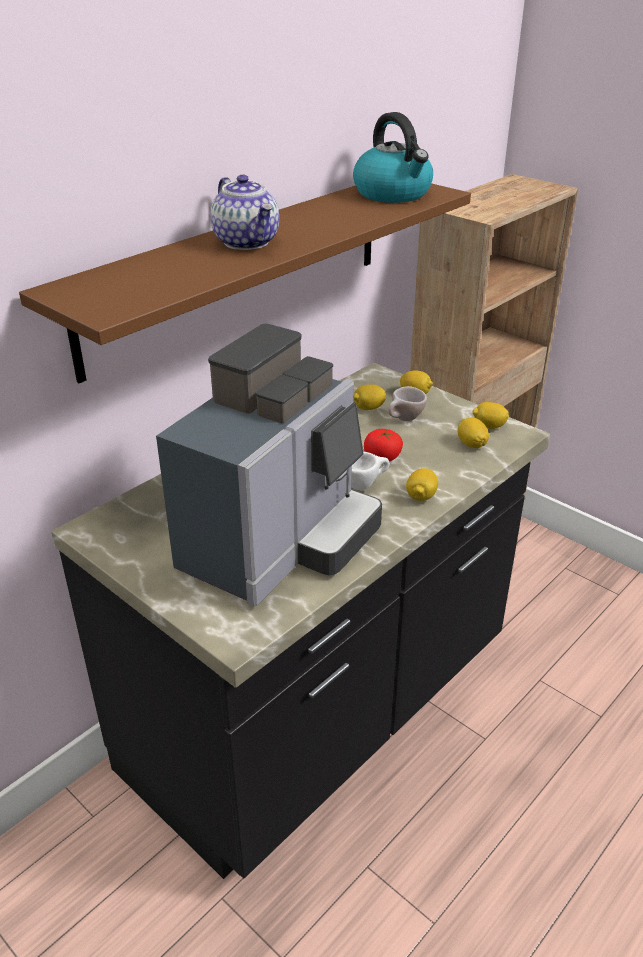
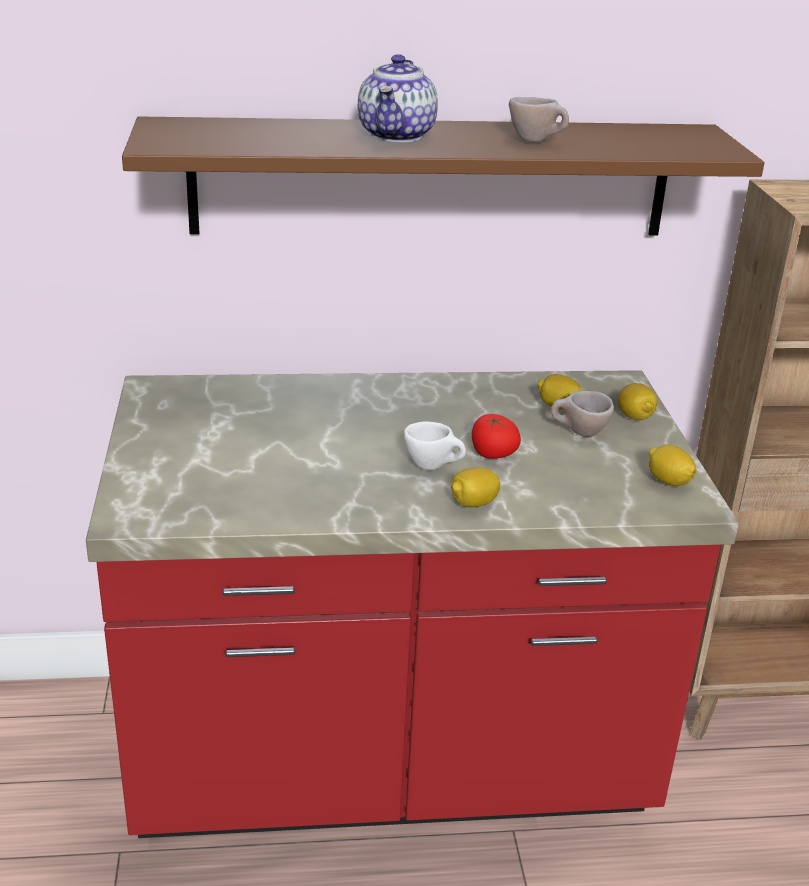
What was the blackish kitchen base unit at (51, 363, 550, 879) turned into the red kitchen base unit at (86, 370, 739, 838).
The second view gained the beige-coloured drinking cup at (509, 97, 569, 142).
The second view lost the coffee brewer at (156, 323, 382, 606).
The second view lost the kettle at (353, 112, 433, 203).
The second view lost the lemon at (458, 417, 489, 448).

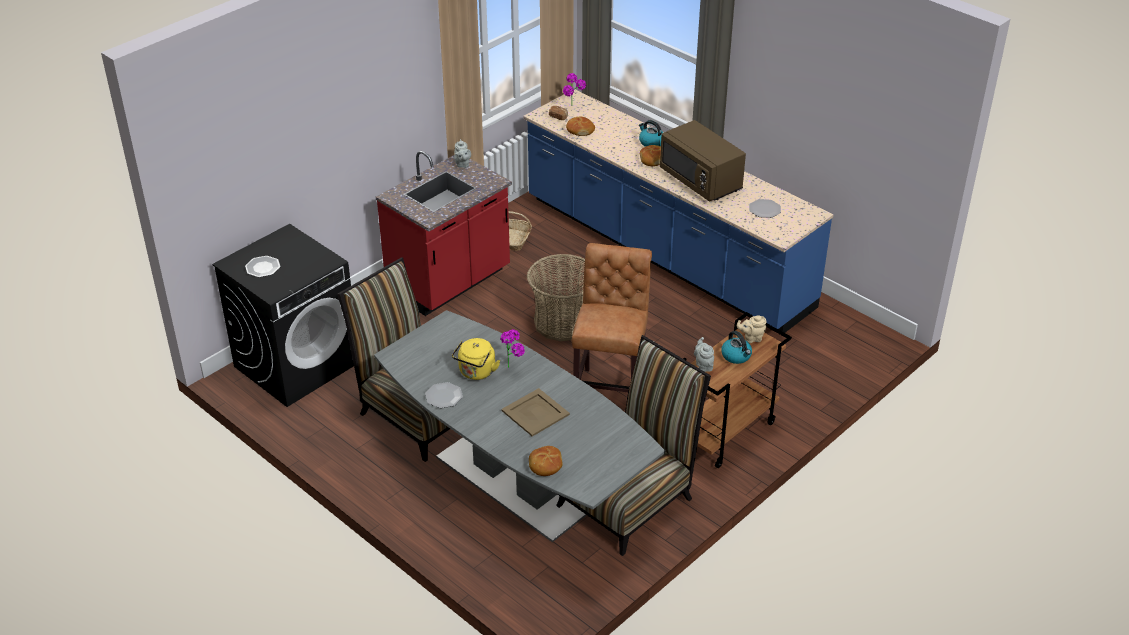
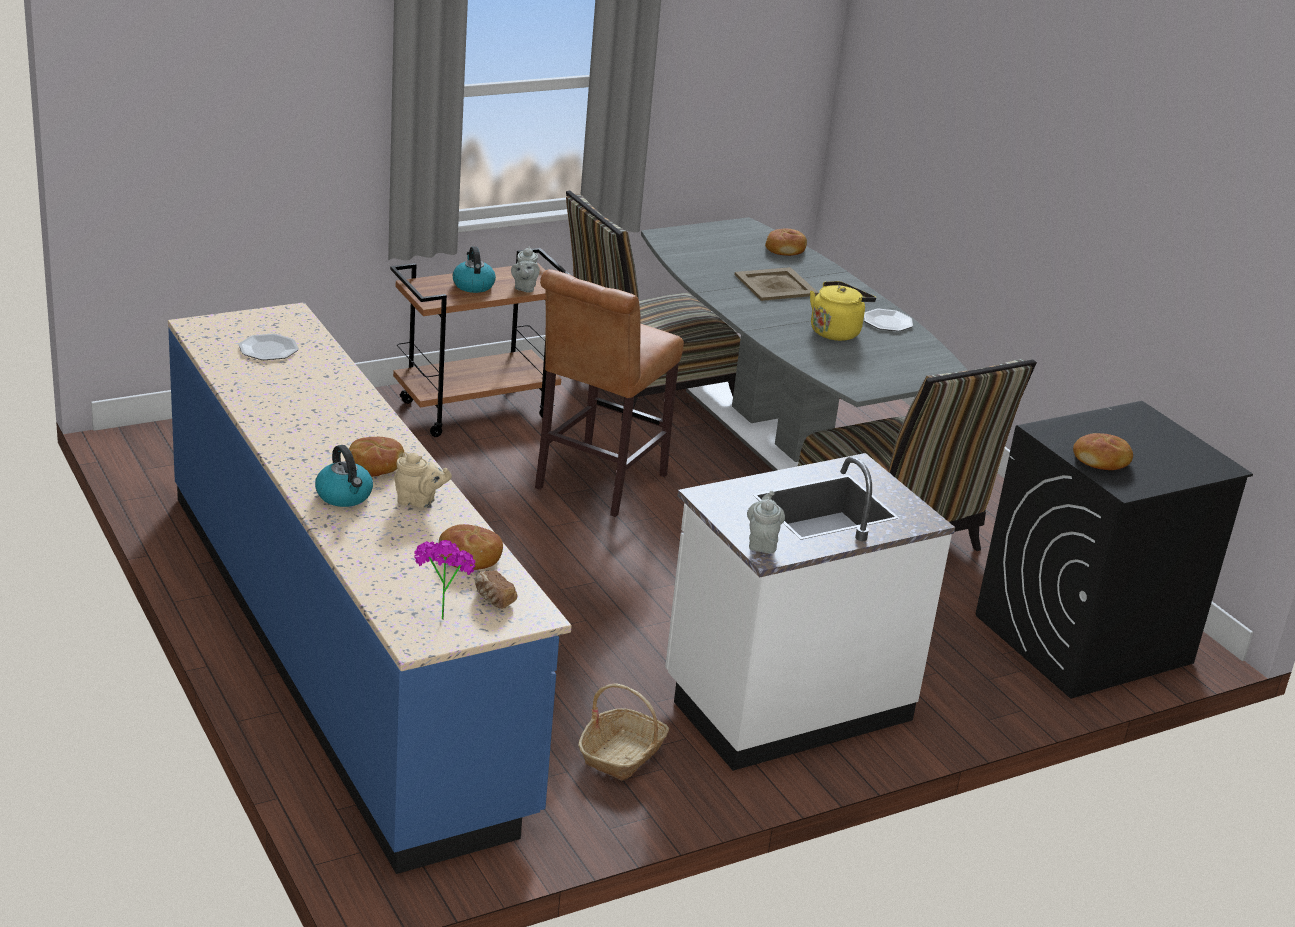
The beige-coloured tea pot ended up elsewhere, having gone from (737, 315, 766, 343) to (394, 452, 452, 508).
What was the red kitchen base unit at (376, 151, 512, 316) turned into the white-coloured kitchen base unit at (665, 453, 955, 771).
The second view gained the bread at (1073, 433, 1133, 470).
The second view lost the dinner plate at (245, 256, 281, 277).
The second view lost the plant in a pot at (501, 329, 525, 368).
The second view lost the basket at (527, 254, 585, 341).
The second view lost the brown kitchen microwave at (660, 120, 746, 202).

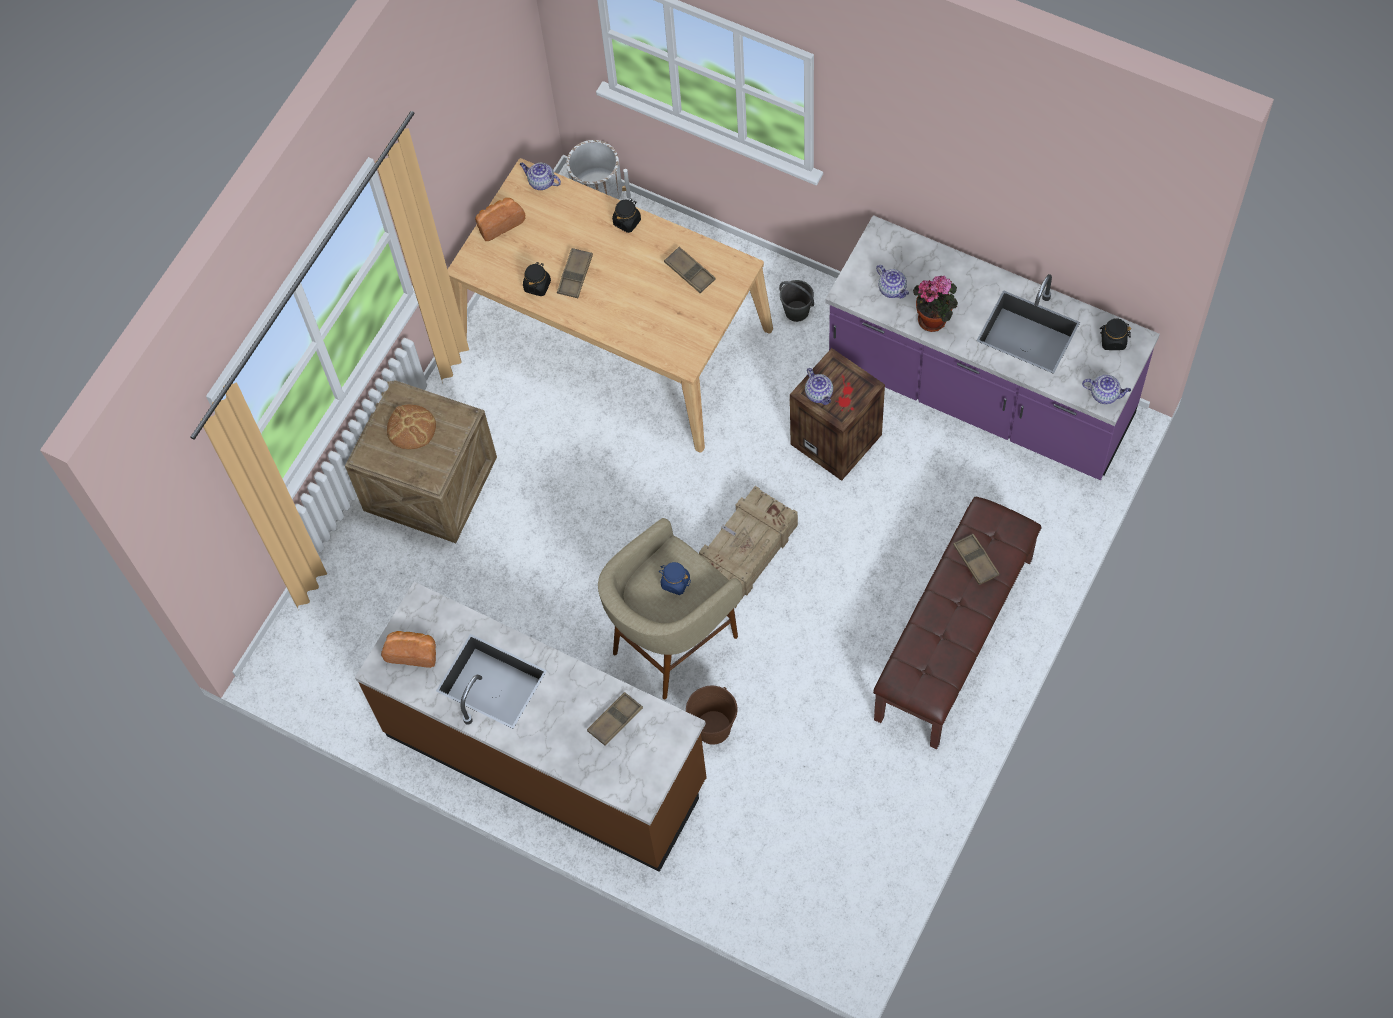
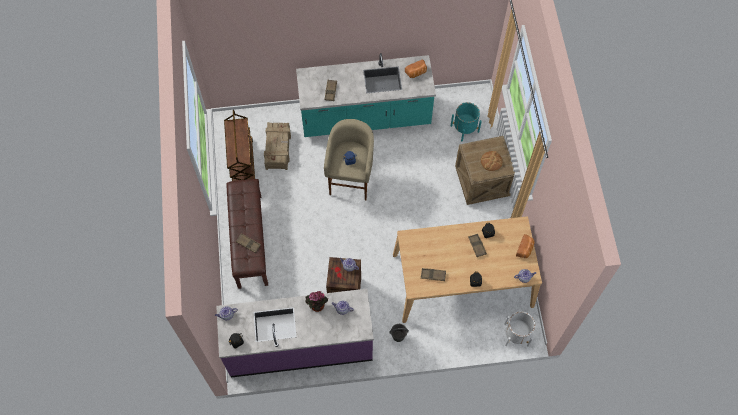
The second view gained the brown wheeled cart at (224, 110, 255, 181).
The shipping crate ended up elsewhere, having gone from (699, 486, 798, 608) to (264, 122, 291, 170).
What was the brown kitchen base unit at (355, 582, 707, 872) turned into the turquoise-coloured kitchen base unit at (296, 53, 436, 137).
The second view gained the turquoise-coloured planter at (451, 102, 482, 141).
The second view lost the brown pail at (686, 686, 738, 745).

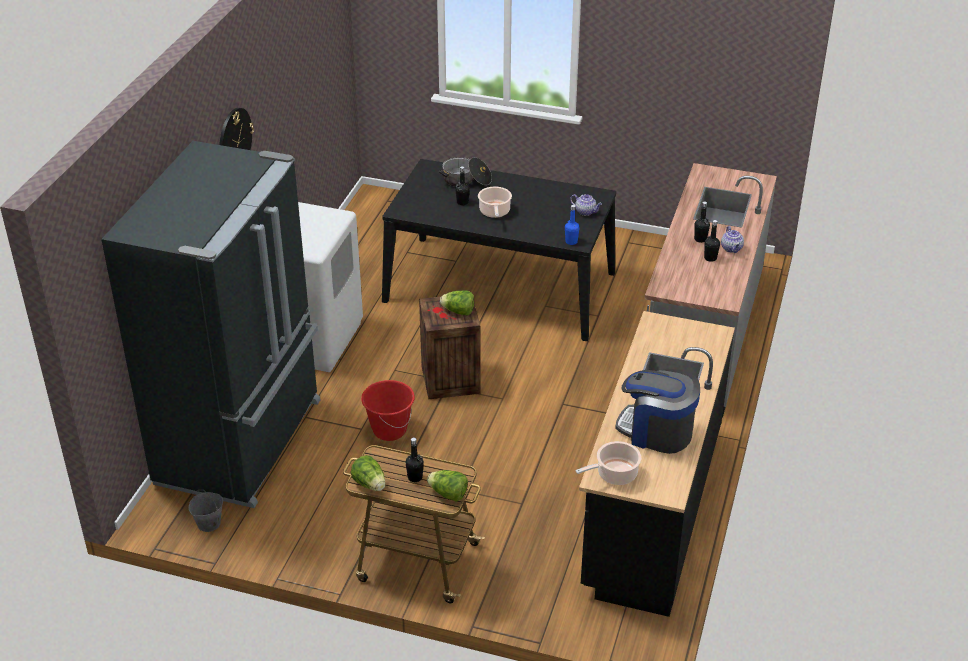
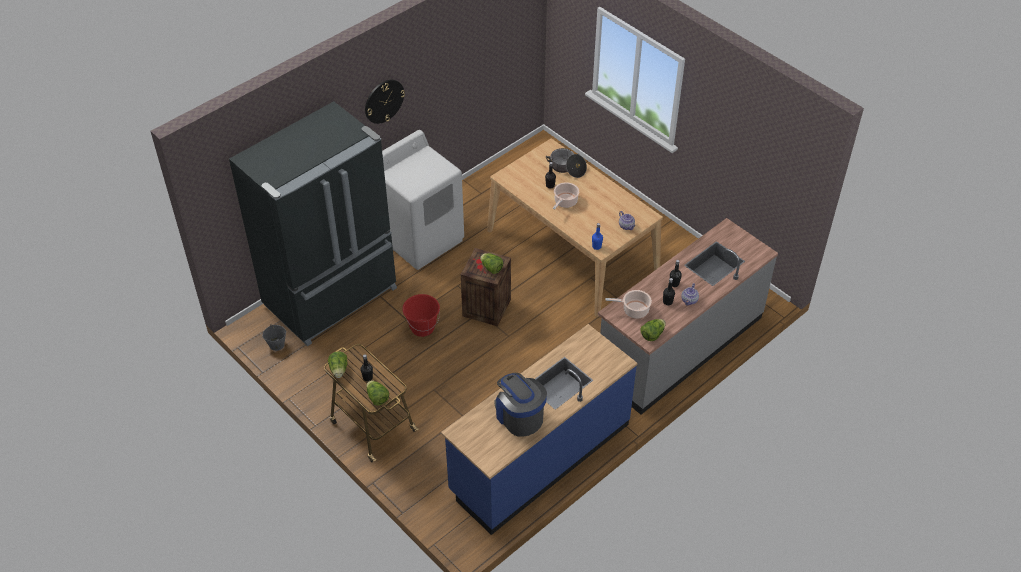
What was the blackish kitchen base unit at (579, 311, 735, 617) turned into the bluish kitchen base unit at (441, 324, 638, 535).
What was the blackish kitchen table at (382, 159, 616, 341) turned into the beige-coloured kitchen table at (487, 138, 663, 317).
The saucepot ended up elsewhere, having gone from (575, 441, 641, 485) to (605, 290, 652, 319).
The second view gained the head of lettuce at (641, 319, 666, 341).

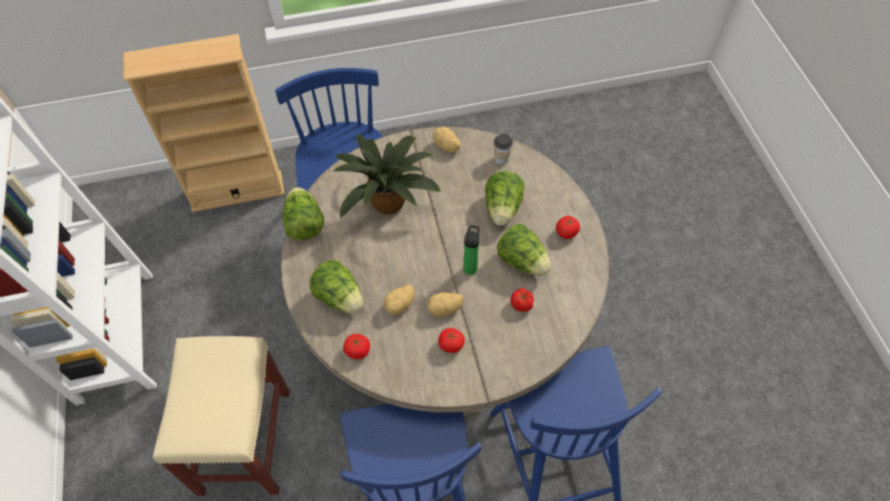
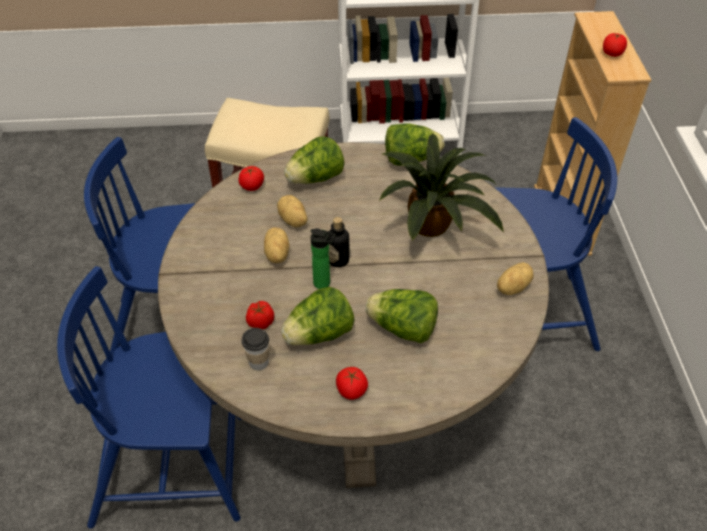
The drinking cup ended up elsewhere, having gone from (494, 134, 513, 165) to (242, 328, 269, 370).
The second view gained the bottle at (328, 217, 349, 267).
The fresh tomato ended up elsewhere, having gone from (438, 328, 465, 353) to (603, 32, 627, 57).

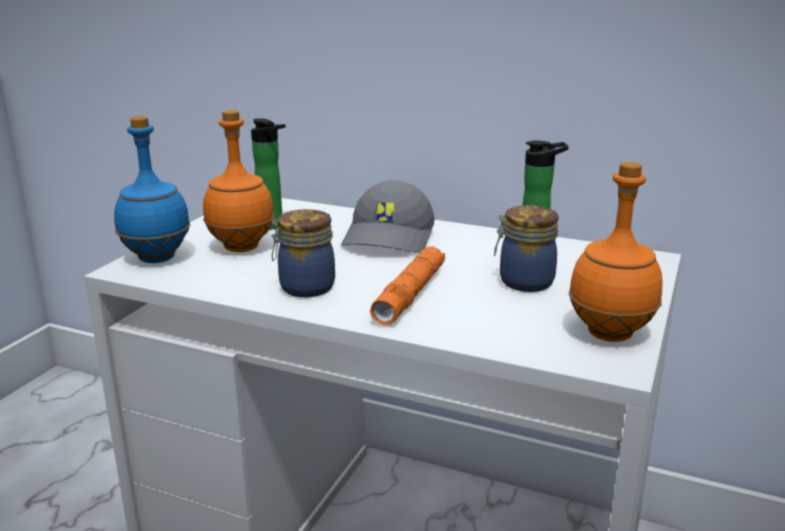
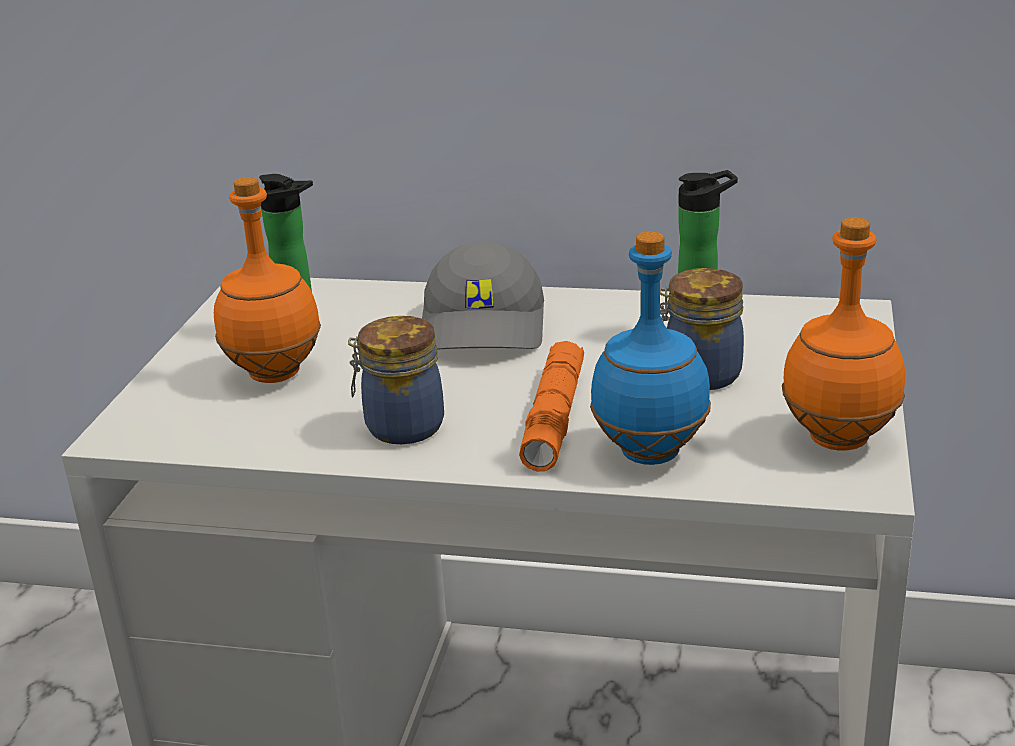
The bluish bottle ended up elsewhere, having gone from (114, 116, 190, 263) to (590, 231, 711, 465).

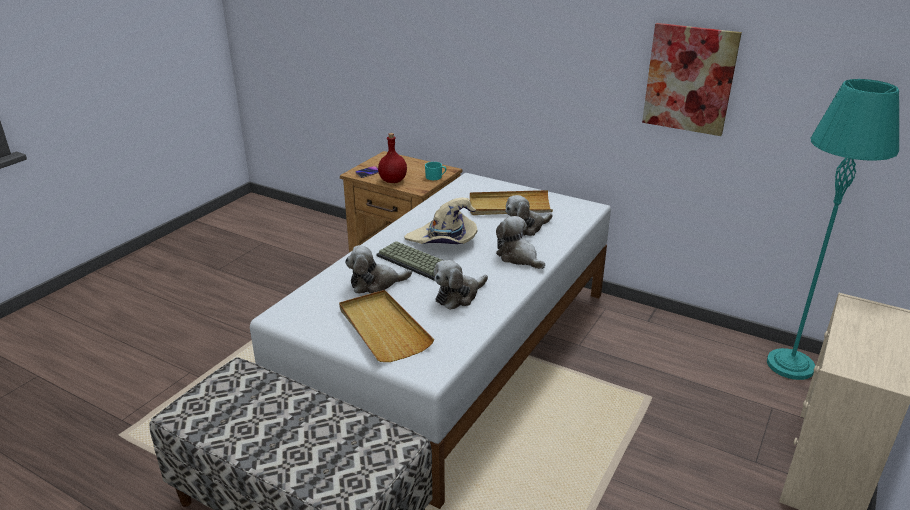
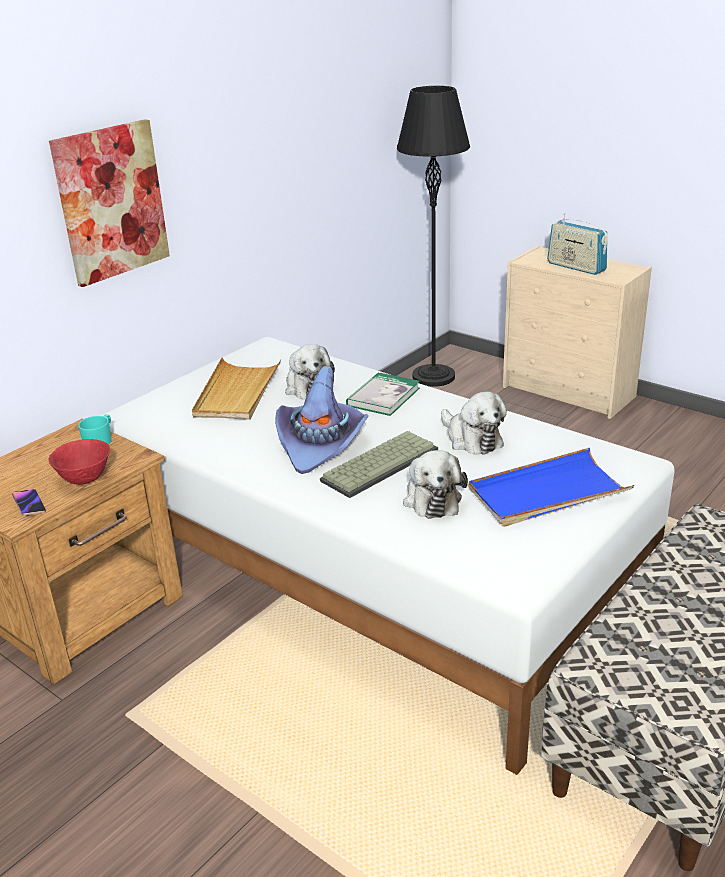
The wall art ended up elsewhere, having gone from (642, 23, 742, 136) to (49, 119, 170, 287).
Where the red bottle stood at (378, 133, 407, 183), the red deep dish came to stand at (49, 439, 110, 485).
What was the beige-coloured clothing hat at (404, 197, 478, 244) turned into the purplish clothing hat at (275, 366, 369, 474).
Where the plush toy stood at (496, 216, 545, 269), the book came to stand at (346, 372, 420, 416).
What was the turquoise-coloured standing lamp at (767, 79, 899, 380) turned into the blackish standing lamp at (397, 86, 470, 387).
What was the beige-coloured tray at (339, 290, 434, 362) turned into the bluish tray at (468, 448, 634, 527).
The second view gained the radio set at (547, 213, 608, 275).

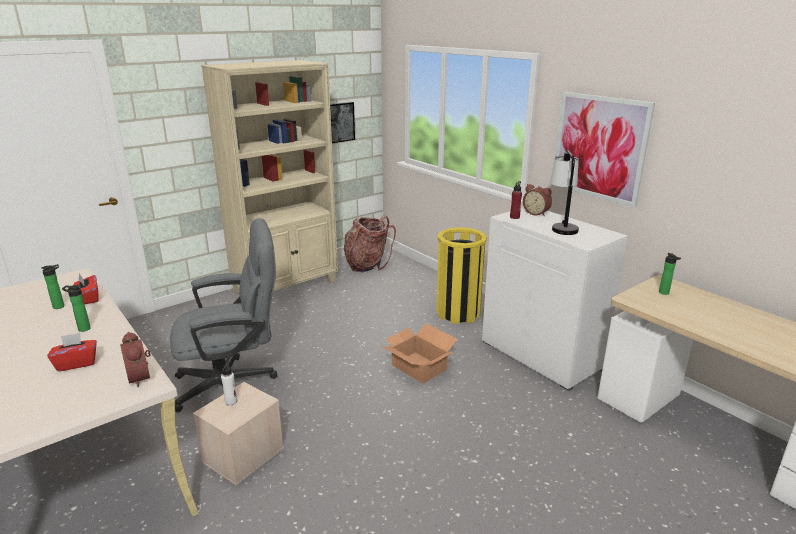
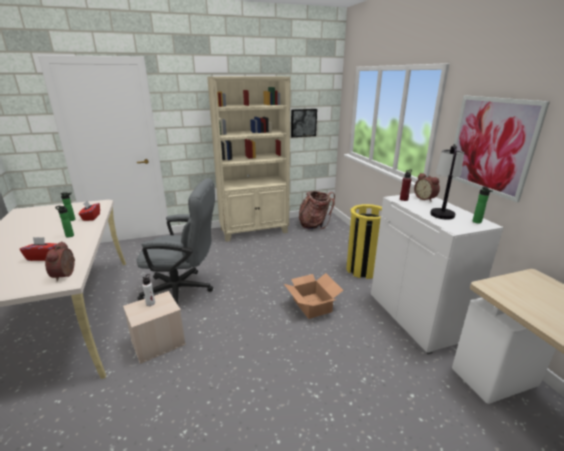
The bottle ended up elsewhere, having gone from (659, 253, 681, 295) to (473, 186, 493, 224).

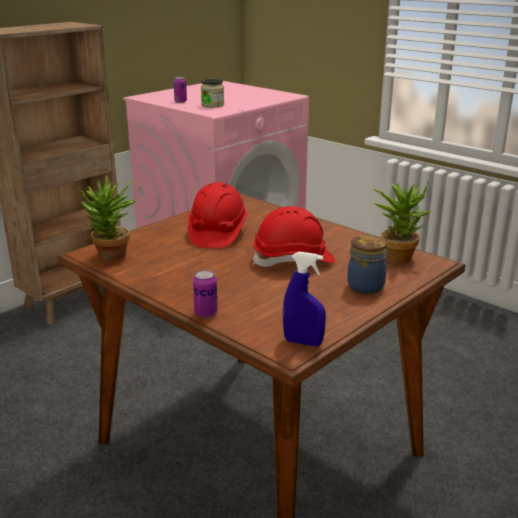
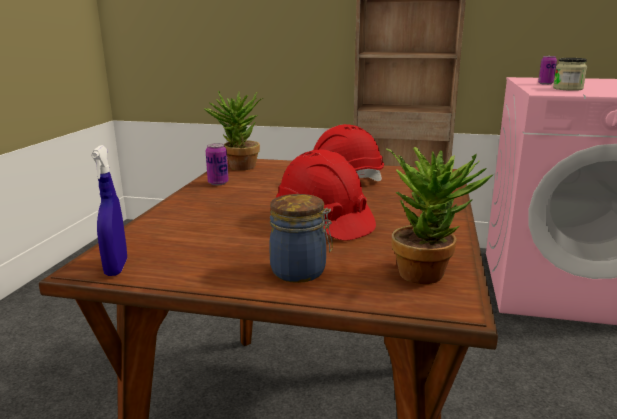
The metal can ended up elsewhere, having gone from (193, 270, 218, 318) to (206, 143, 229, 185).

